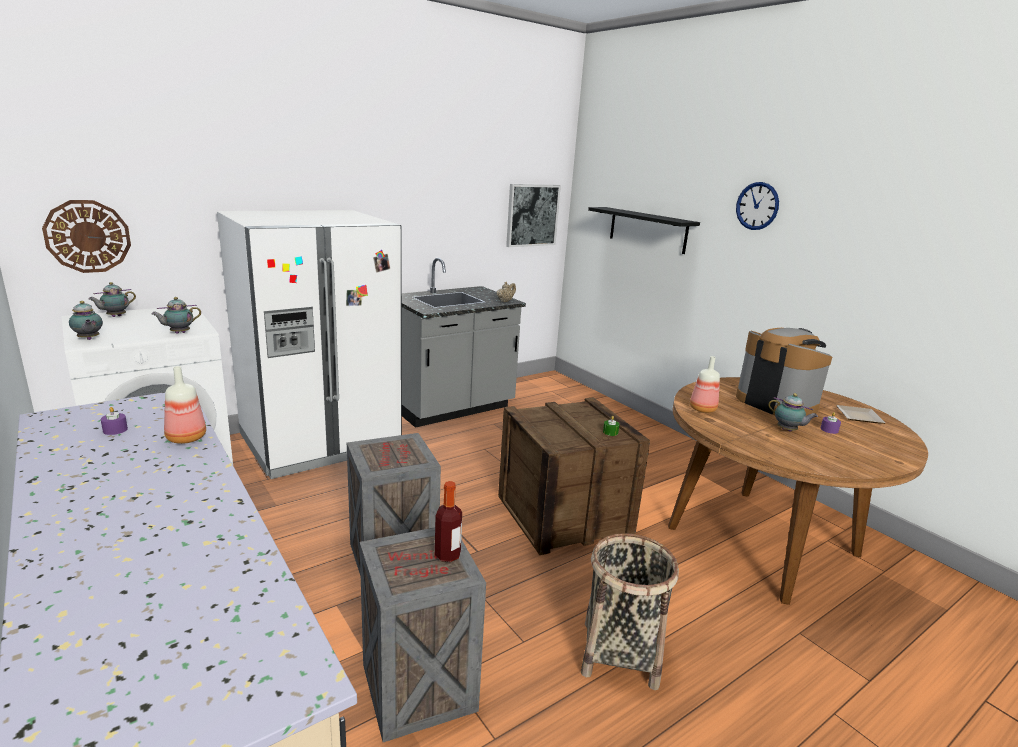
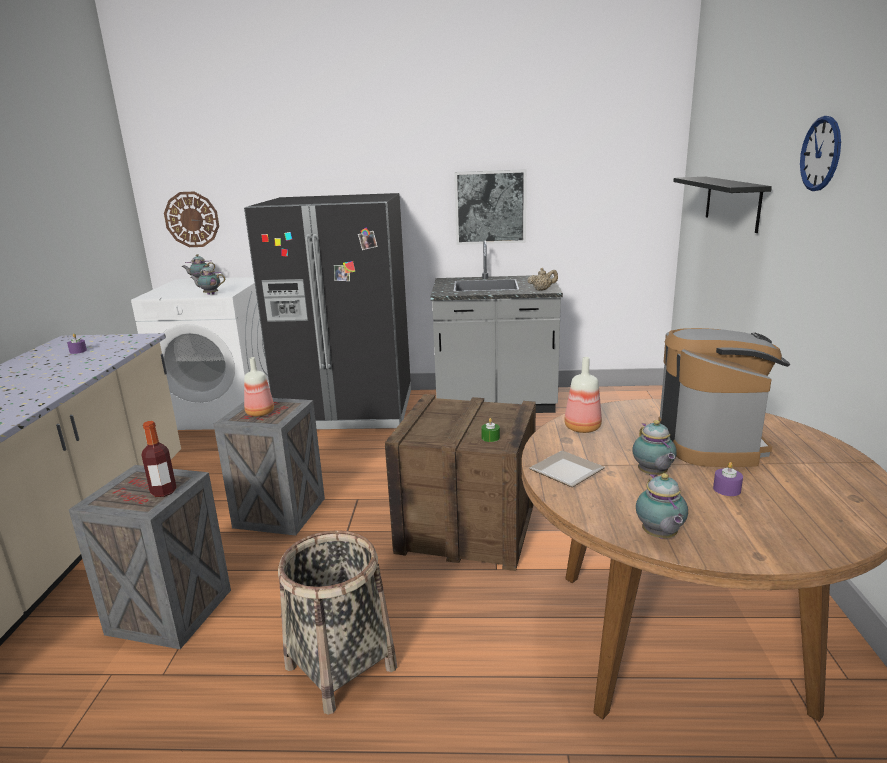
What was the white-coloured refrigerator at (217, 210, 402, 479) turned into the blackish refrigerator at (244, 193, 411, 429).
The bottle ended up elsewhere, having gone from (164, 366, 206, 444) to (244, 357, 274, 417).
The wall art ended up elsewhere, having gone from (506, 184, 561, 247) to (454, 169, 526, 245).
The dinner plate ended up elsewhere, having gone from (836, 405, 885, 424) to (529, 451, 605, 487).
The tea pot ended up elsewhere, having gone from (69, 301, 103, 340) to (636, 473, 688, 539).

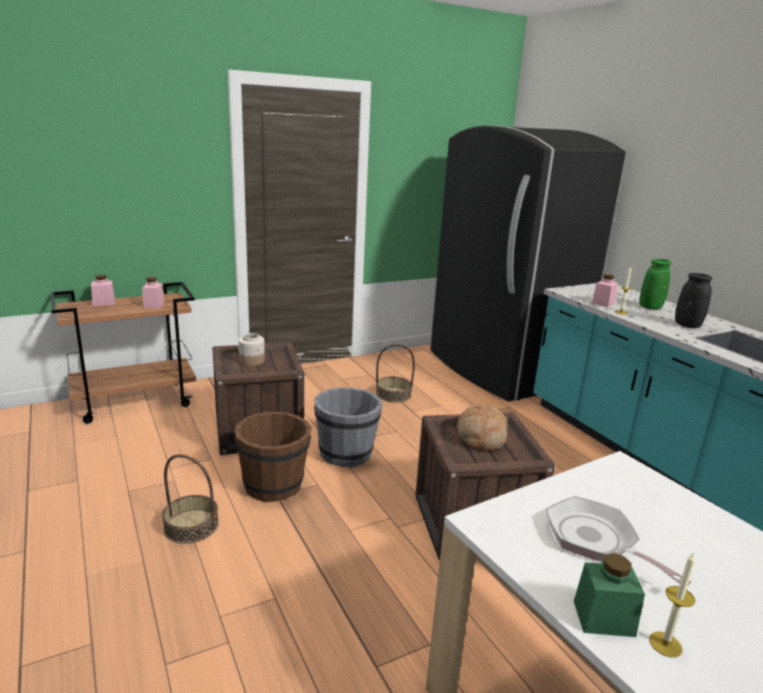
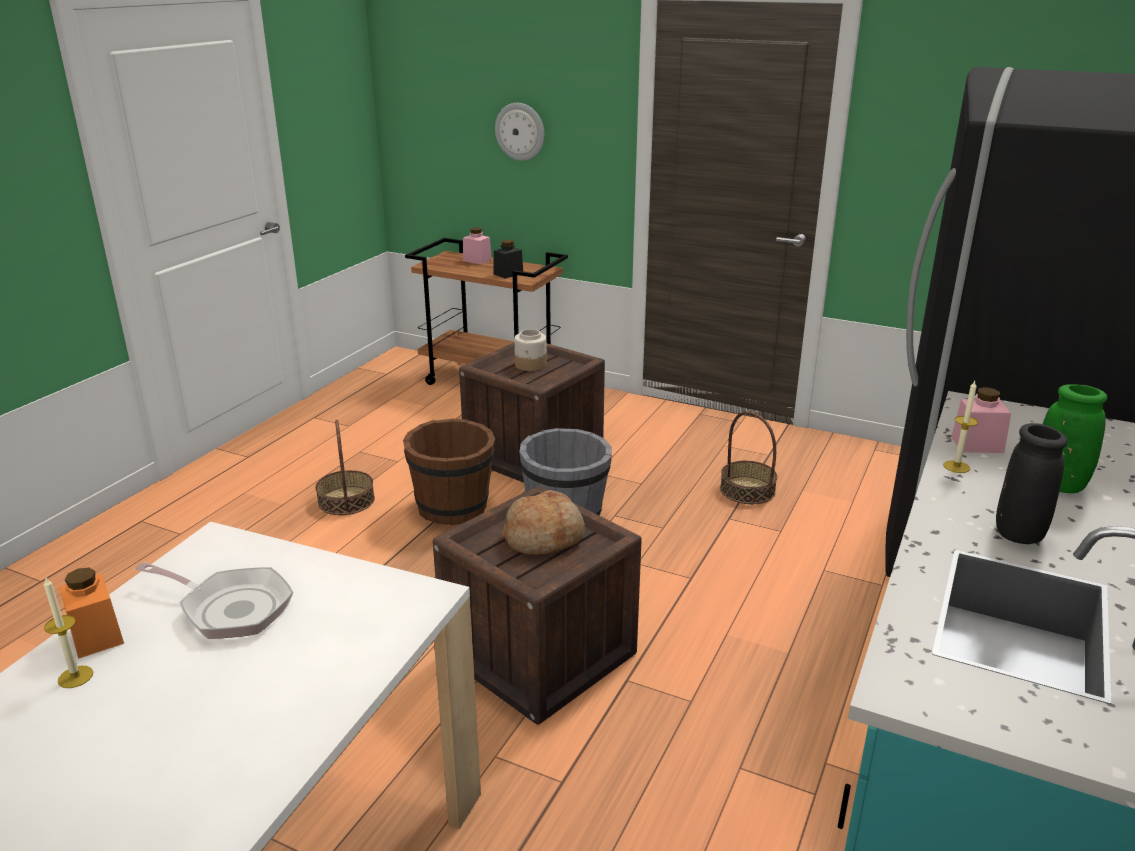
What was the green jar at (574, 553, 645, 637) turned into the orange-coloured jar at (60, 568, 124, 659).
The frying pan at (546, 496, 691, 585) ended up facing another way, 90 degrees clockwise from before.
What was the pink-coloured jar at (142, 277, 164, 308) turned into the blackish jar at (493, 240, 523, 279).
The second view gained the hanging clock at (495, 103, 545, 161).

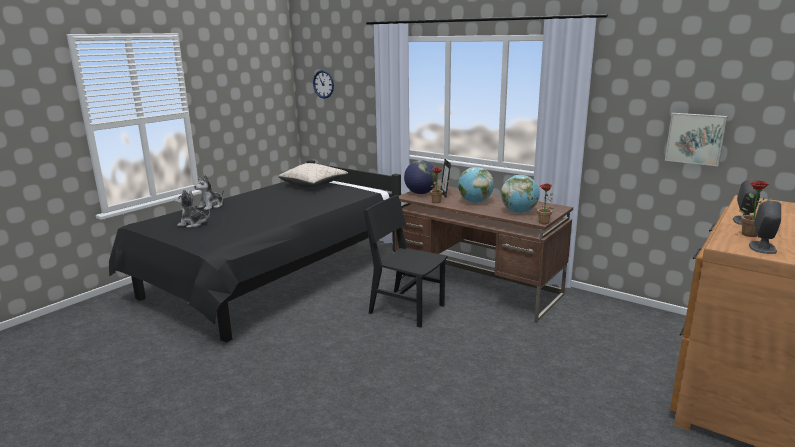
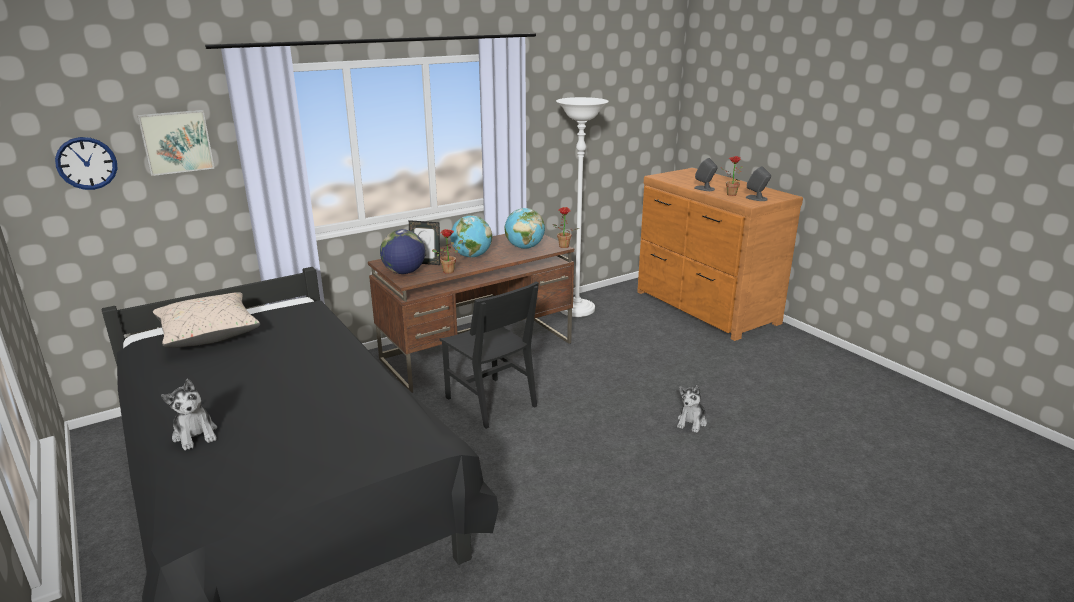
The wall art ended up elsewhere, having gone from (665, 113, 728, 166) to (137, 110, 214, 176).
The blackish chair at (364, 195, 448, 328) ended up facing another way, 90 degrees counterclockwise from before.
The second view gained the white-coloured standing lamp at (556, 97, 609, 317).
The plush toy ended up elsewhere, having gone from (175, 189, 210, 228) to (677, 385, 707, 433).

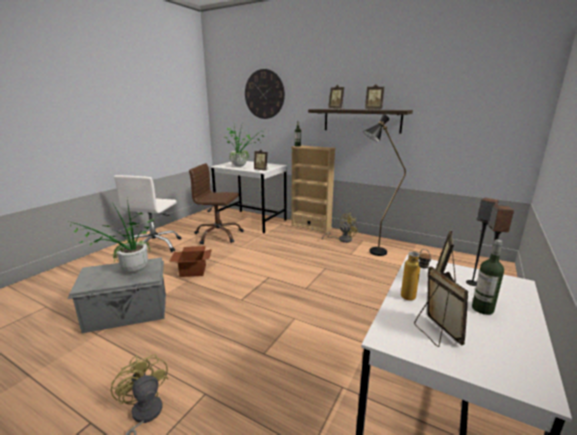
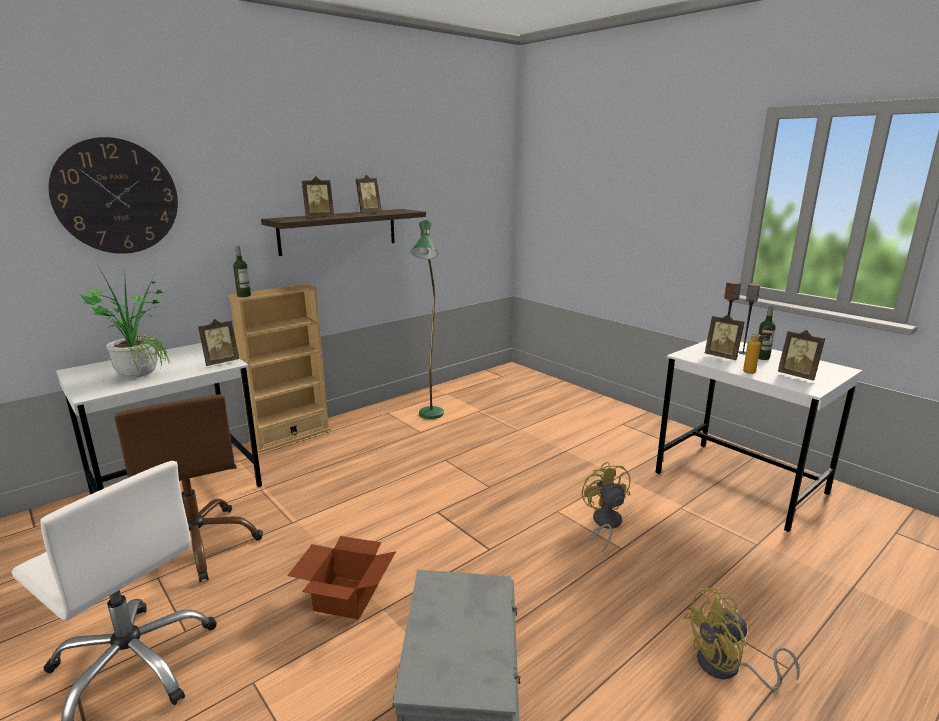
The brown office chair at (189, 163, 244, 244) ended up facing another way, 60 degrees counterclockwise from before.
What was the blackish standing lamp at (363, 114, 406, 256) turned into the green standing lamp at (411, 220, 444, 419).
The yellowish fan ended up elsewhere, having gone from (322, 213, 359, 243) to (582, 462, 631, 552).
The picture frame at (414, 266, 468, 347) ended up facing another way, 135 degrees counterclockwise from before.
The second view lost the plant in a pot at (69, 199, 155, 272).

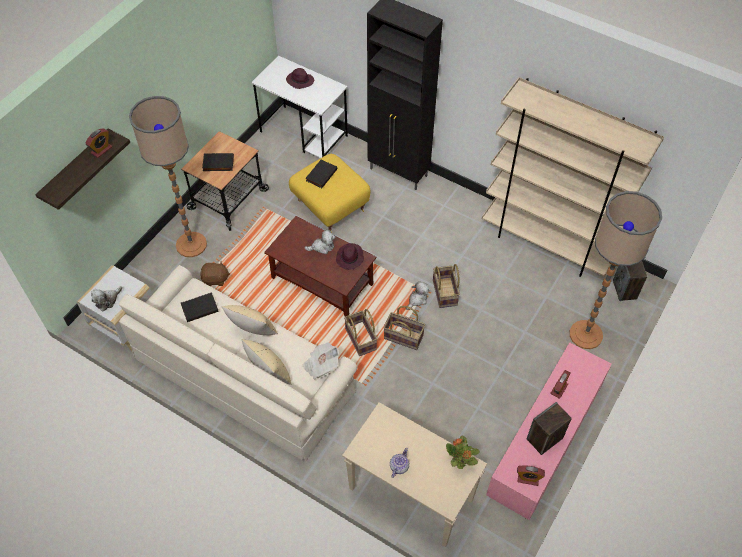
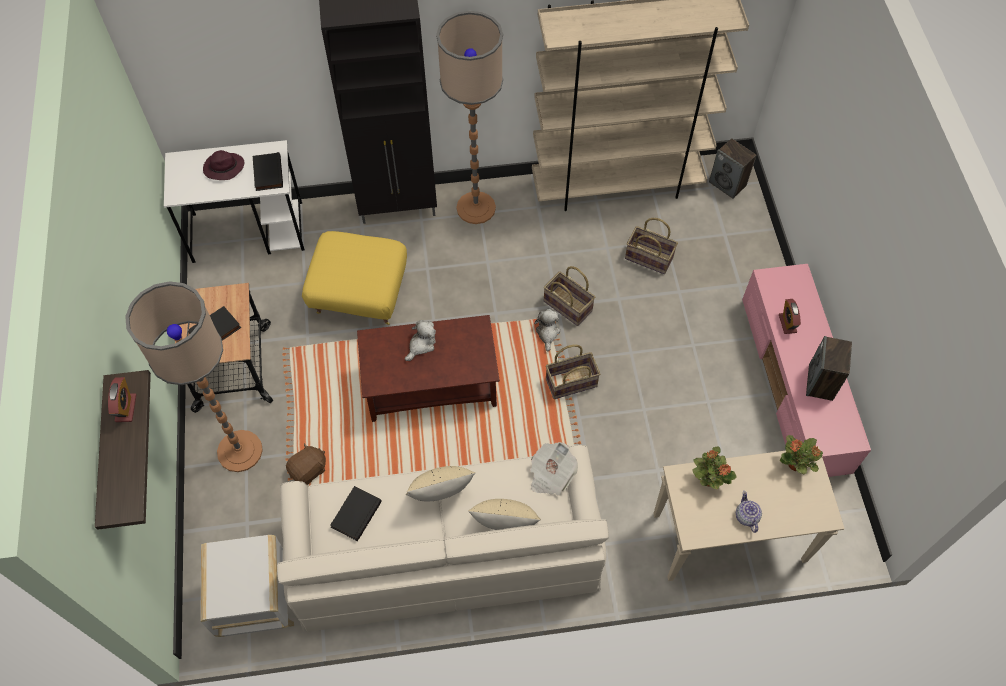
The blackish book ended up elsewhere, having gone from (306, 160, 337, 188) to (253, 152, 283, 191).
The standing lamp ended up elsewhere, having gone from (570, 191, 662, 349) to (436, 11, 503, 224).
The basket ended up elsewhere, having gone from (344, 309, 378, 356) to (625, 218, 678, 274).
The second view gained the plant in a pot at (693, 446, 736, 489).
The second view lost the plush toy at (91, 286, 122, 311).
The second view lost the purplish clothing hat at (336, 243, 364, 270).
The second view lost the table clock at (517, 465, 545, 486).

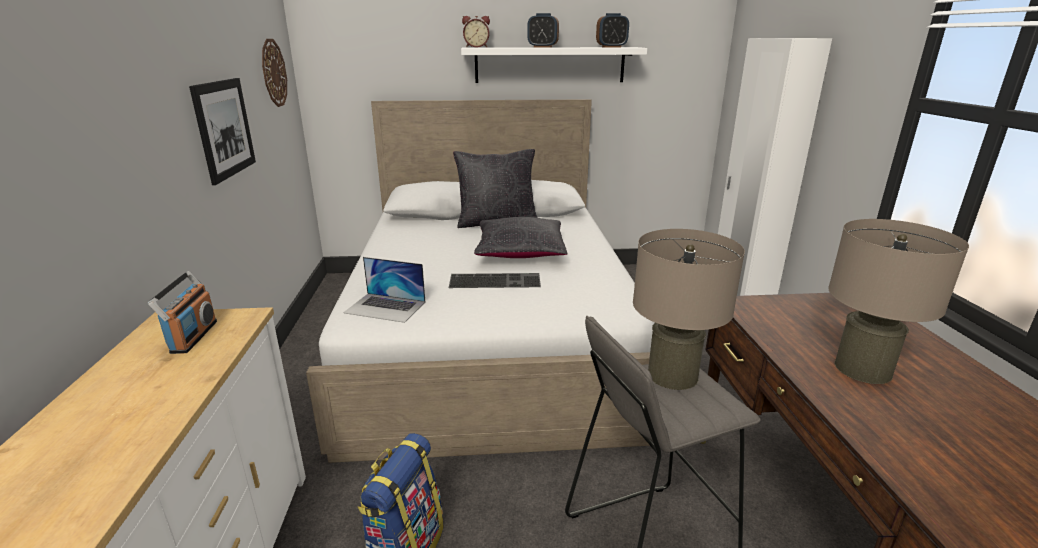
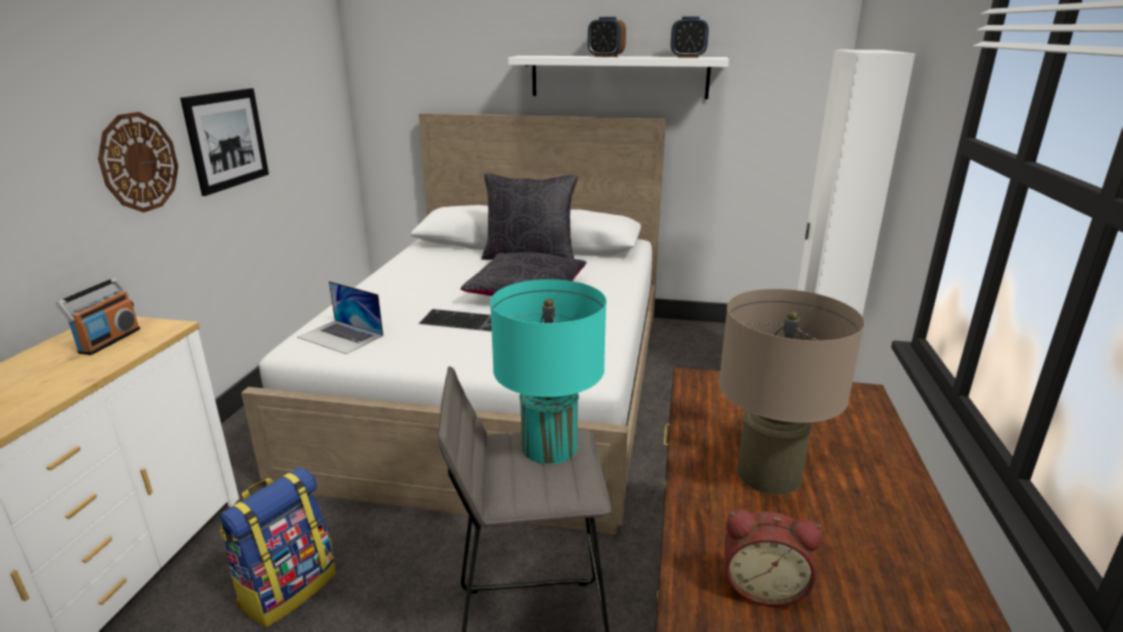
The hanging clock ended up elsewhere, having gone from (262, 39, 287, 107) to (98, 112, 178, 212).
What was the beige-coloured tabletop lamp at (633, 229, 745, 390) turned into the turquoise-coloured tabletop lamp at (490, 279, 606, 464).
The table clock ended up elsewhere, having gone from (462, 16, 490, 48) to (725, 510, 822, 607).

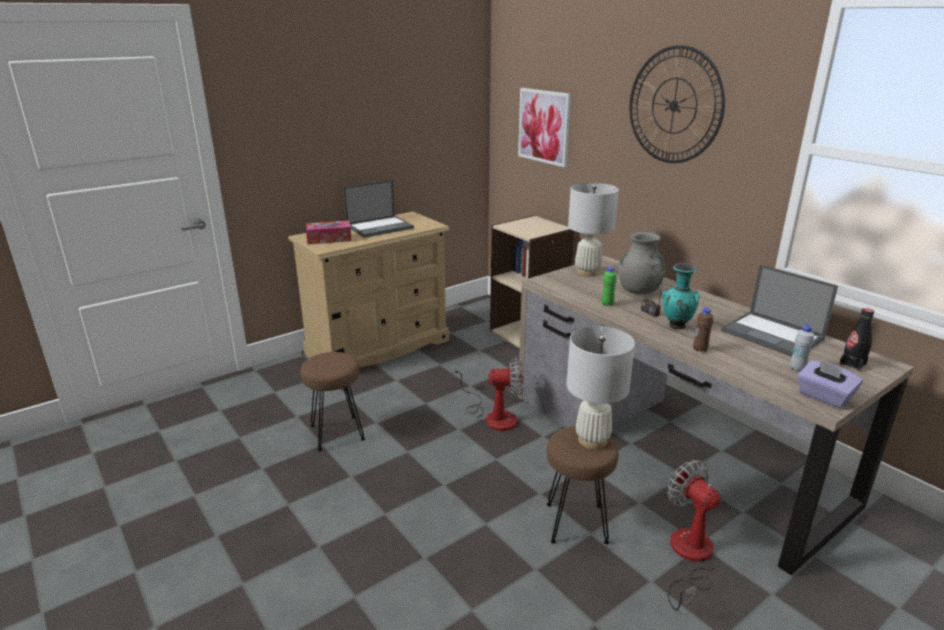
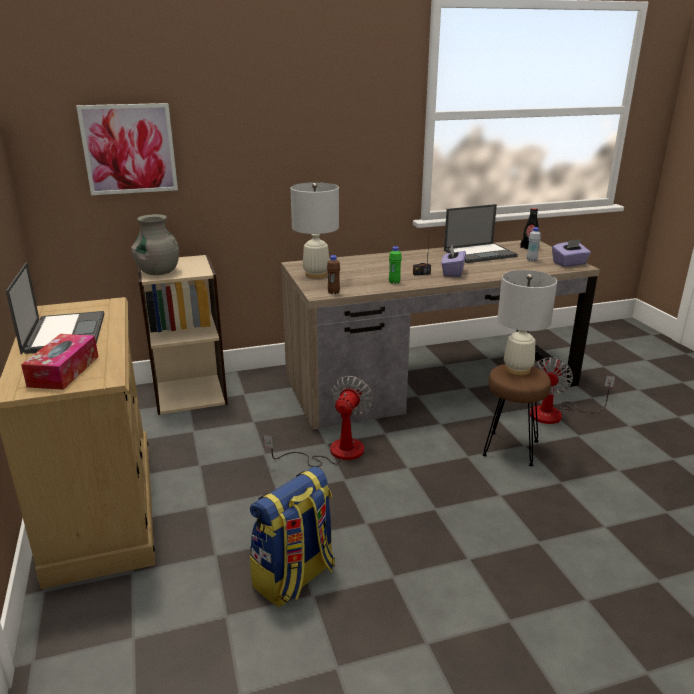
The grey vase ended up elsewhere, having gone from (618, 232, 665, 294) to (132, 214, 179, 275).
Where the brown sitting stool stood at (300, 352, 365, 451), the rucksack came to stand at (250, 467, 335, 607).
The brown bottle ended up elsewhere, having gone from (693, 307, 713, 352) to (327, 255, 340, 294).
Where the turquoise-coloured vase stood at (663, 263, 700, 329), the purplish tissue box came to stand at (441, 245, 466, 277).
The fan at (667, 460, 721, 611) ended up facing another way, 60 degrees counterclockwise from before.
The second view lost the hanging clock at (630, 45, 725, 163).

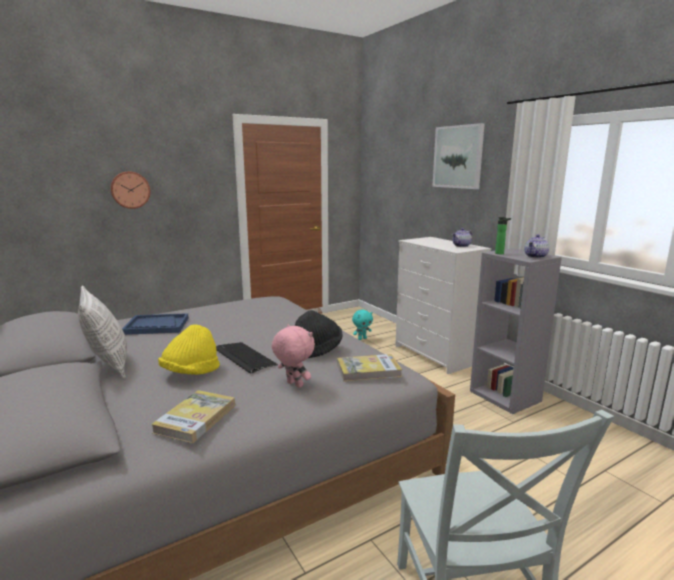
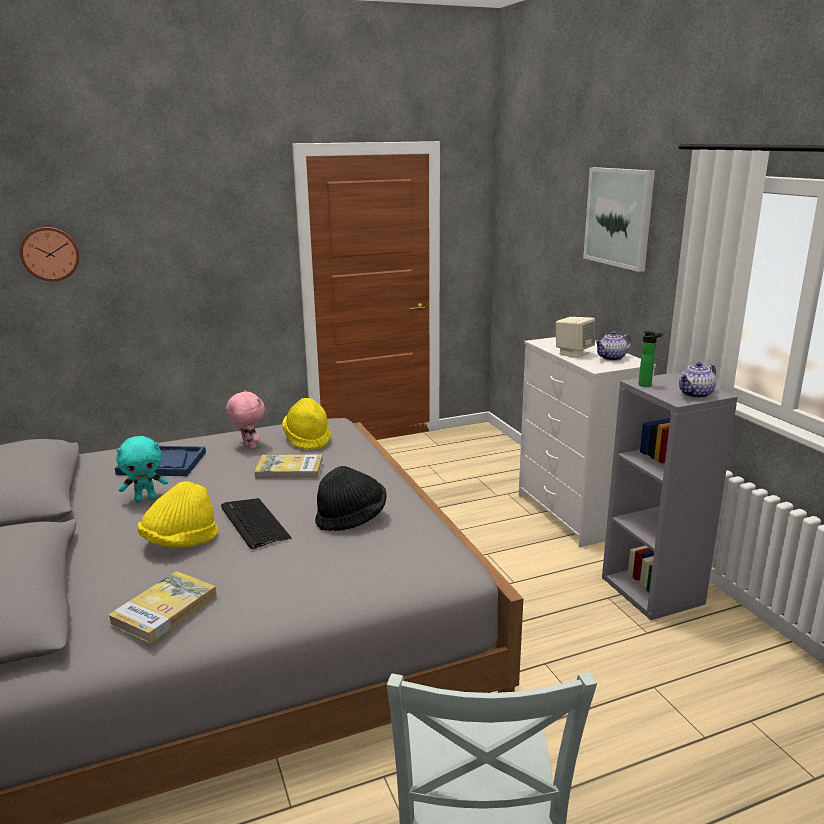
The hanging clock ended up elsewhere, having gone from (110, 171, 151, 209) to (20, 227, 79, 281).
The turquoise-coloured plush toy ended up elsewhere, having gone from (352, 310, 373, 340) to (116, 436, 168, 502).
The pink-coloured plush toy ended up elsewhere, having gone from (272, 324, 315, 388) to (226, 390, 265, 449).
The book ended up elsewhere, having gone from (337, 354, 402, 382) to (254, 454, 323, 480).
The second view gained the yellowish clothing hat at (282, 398, 331, 450).
The second view gained the beige-coloured loudspeaker at (556, 317, 595, 358).
The second view lost the pillow at (78, 285, 127, 379).

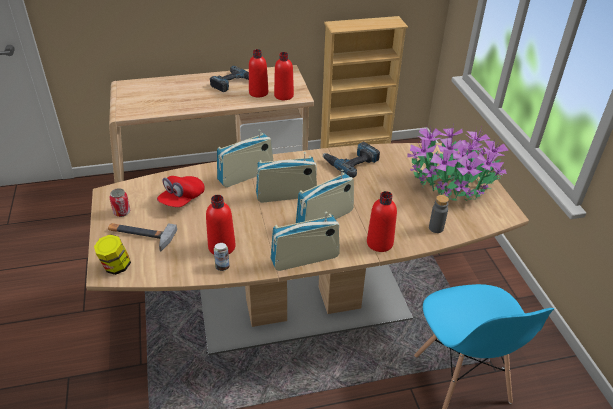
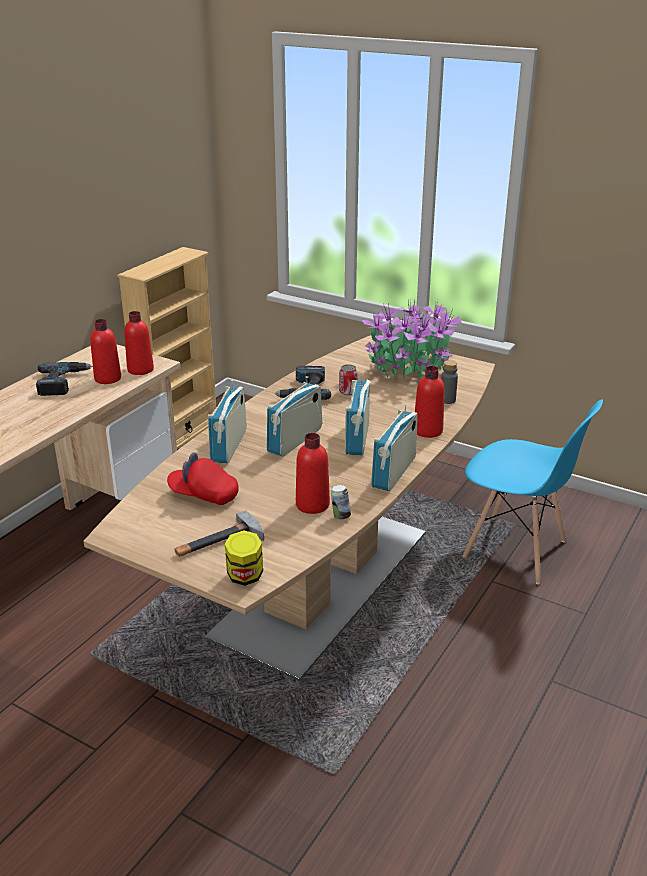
The red baseball cap at (157, 176, 205, 207) ended up facing another way, 120 degrees clockwise from before.
The metal can ended up elsewhere, having gone from (109, 188, 130, 217) to (339, 364, 358, 396).

